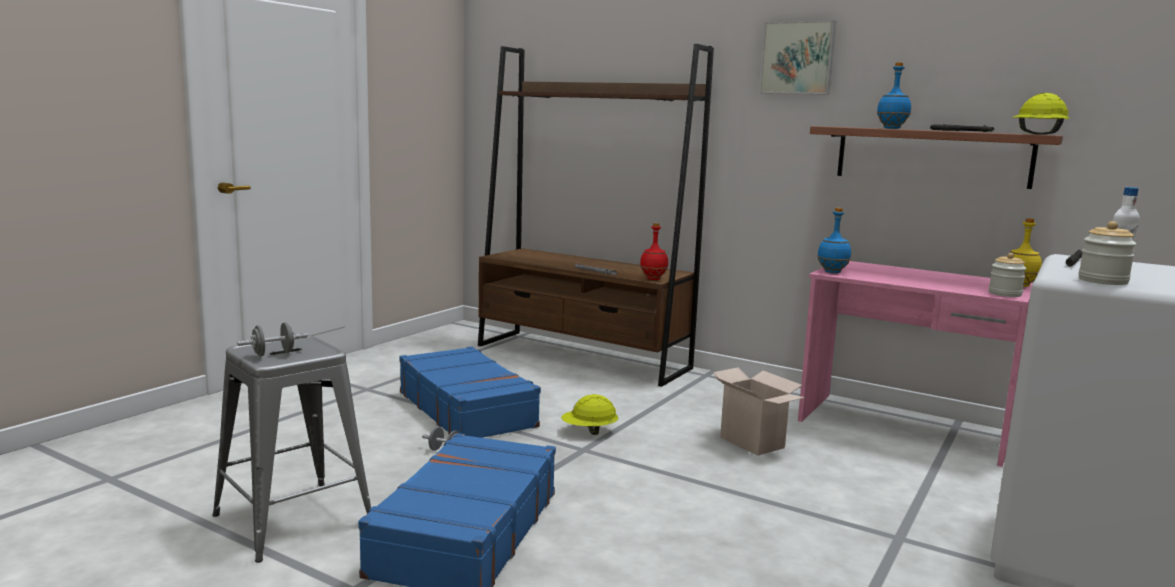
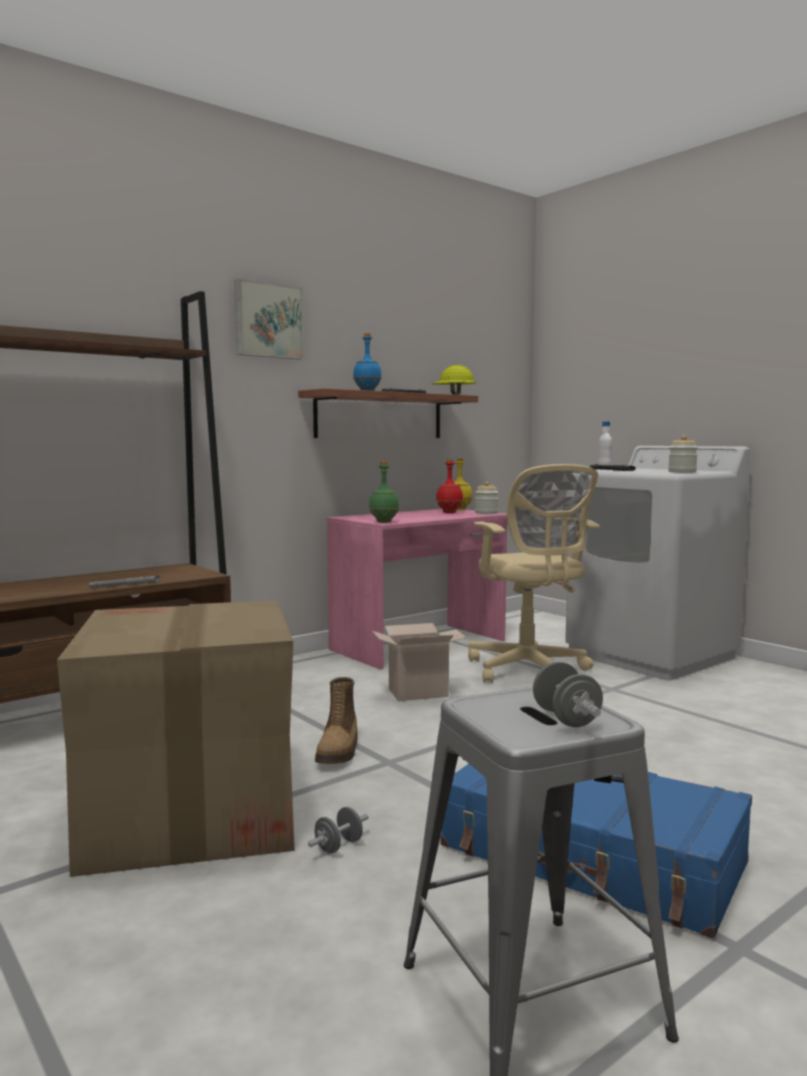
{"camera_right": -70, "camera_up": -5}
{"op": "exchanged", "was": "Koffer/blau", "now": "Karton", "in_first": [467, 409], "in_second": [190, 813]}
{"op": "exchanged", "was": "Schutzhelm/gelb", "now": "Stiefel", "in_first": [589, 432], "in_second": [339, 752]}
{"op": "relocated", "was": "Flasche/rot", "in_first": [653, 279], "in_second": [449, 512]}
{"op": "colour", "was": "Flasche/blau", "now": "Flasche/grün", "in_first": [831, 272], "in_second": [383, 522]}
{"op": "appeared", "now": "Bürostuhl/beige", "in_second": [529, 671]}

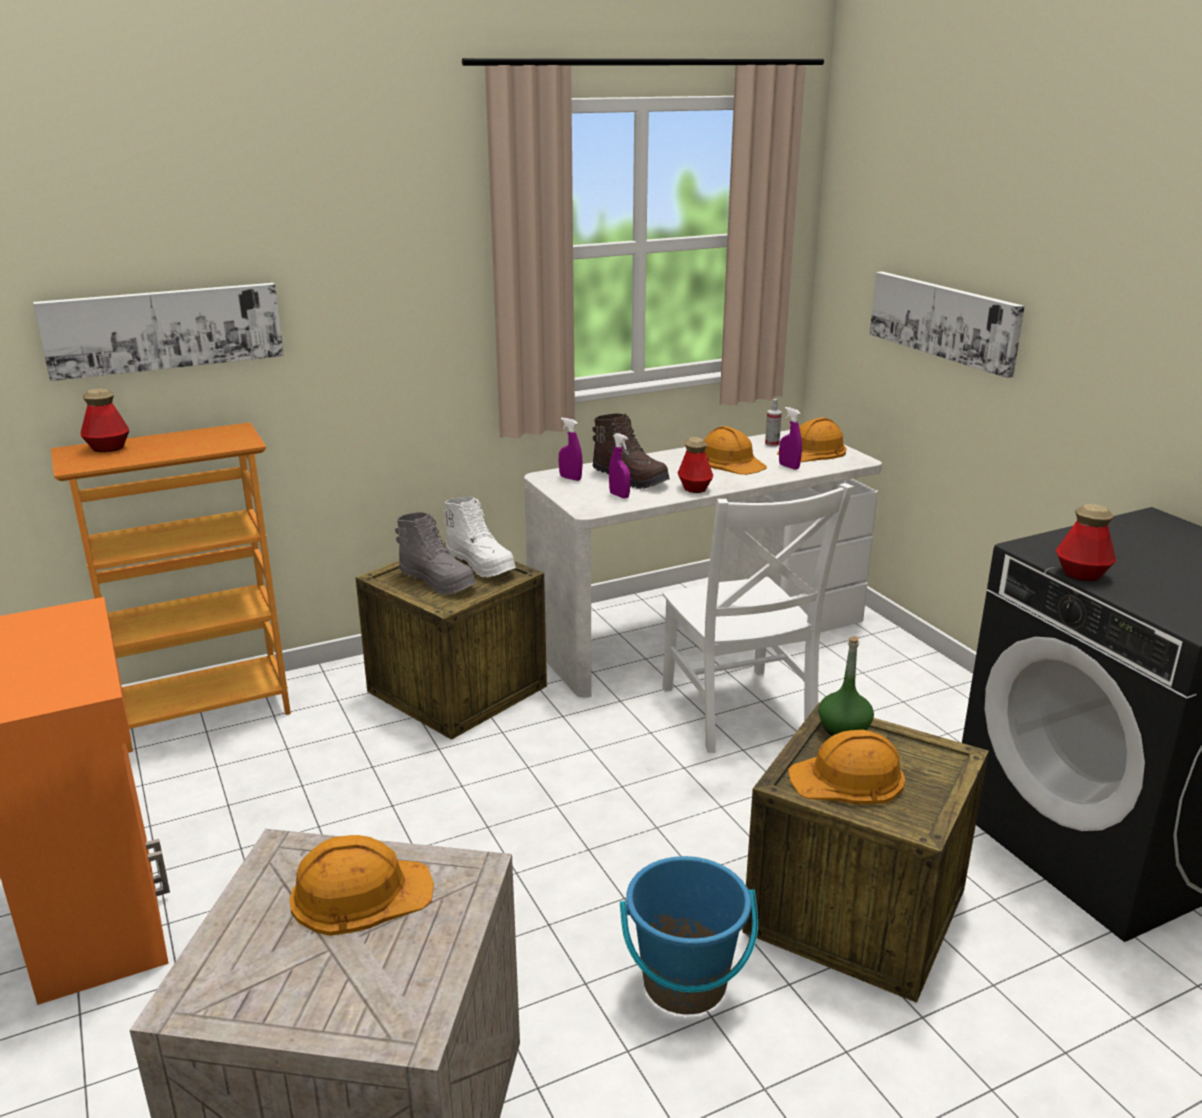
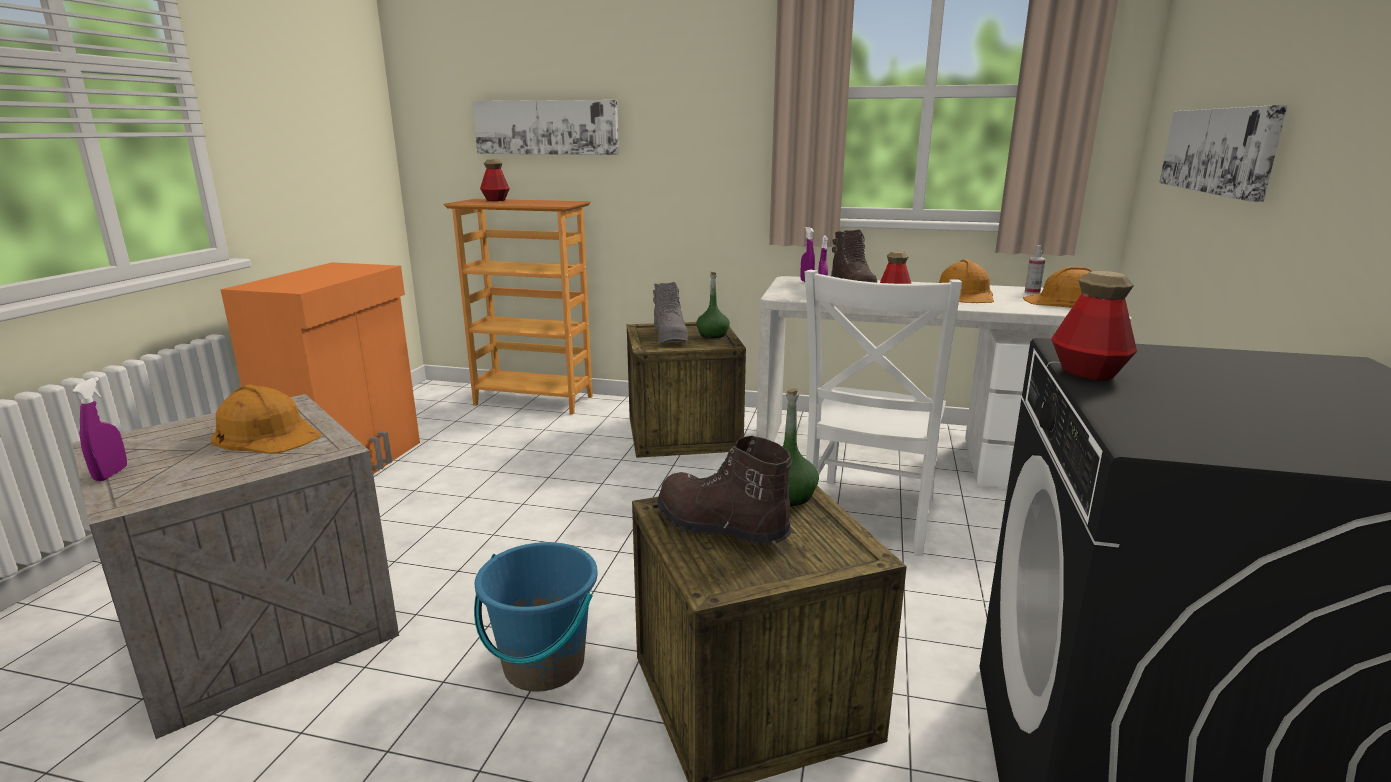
{"camera_right": 40, "camera_up": -5}
{"op": "exchanged", "was": "Stiefel/weiß", "now": "Flasche/grün", "in_first": [481, 564], "in_second": [712, 335]}
{"op": "relocated", "was": "Sprühflasche/lila", "in_first": [789, 467], "in_second": [111, 474]}
{"op": "exchanged", "was": "Schutzhelm/orange", "now": "Stiefel/braun", "in_first": [848, 778], "in_second": [720, 527]}

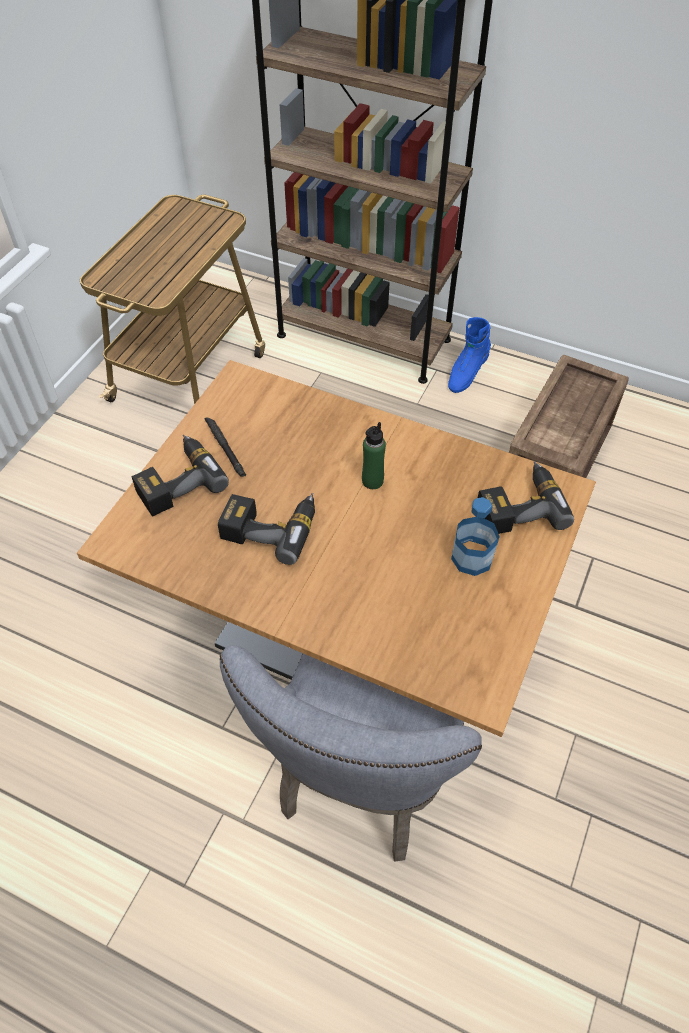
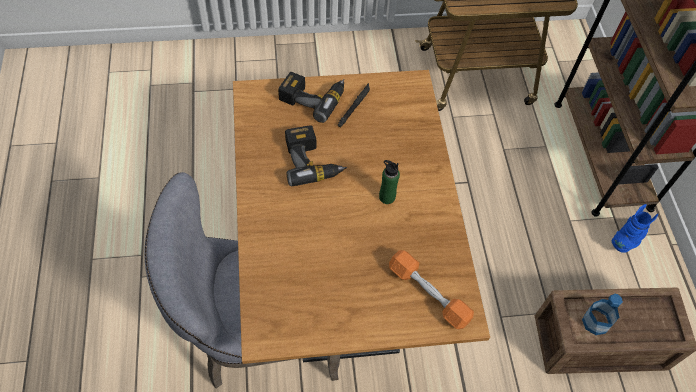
{"camera_right": 55, "camera_up": 5}
{"op": "spun", "was": "Stiefel/blau", "in_first": [466, 374], "in_second": [628, 239], "clockwise": 135}
{"op": "relocated", "was": "Flasche", "in_first": [472, 558], "in_second": [595, 322]}
{"op": "exchanged", "was": "Bohrmaschine", "now": "Hantel/orange", "in_first": [518, 506], "in_second": [428, 294]}

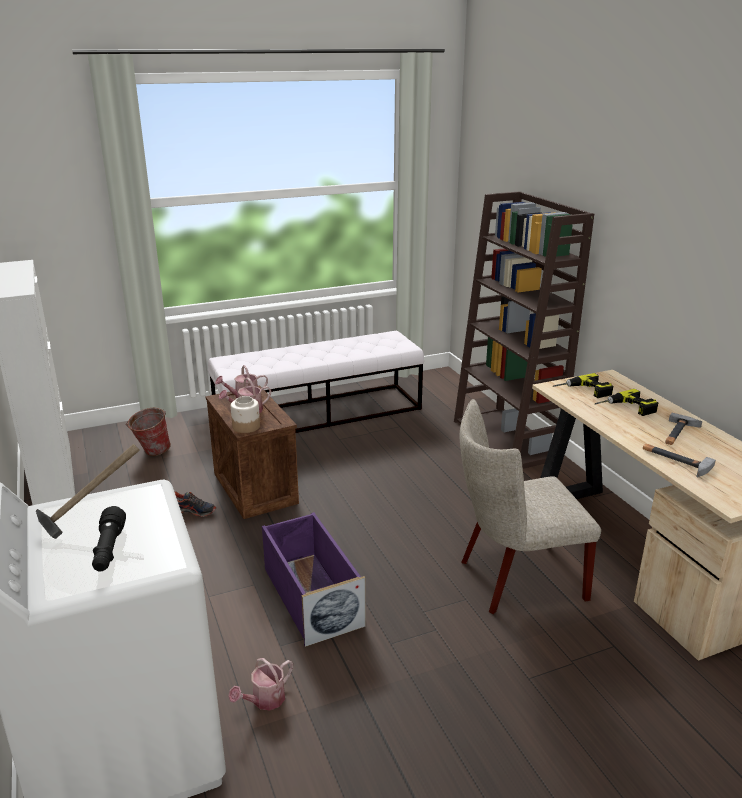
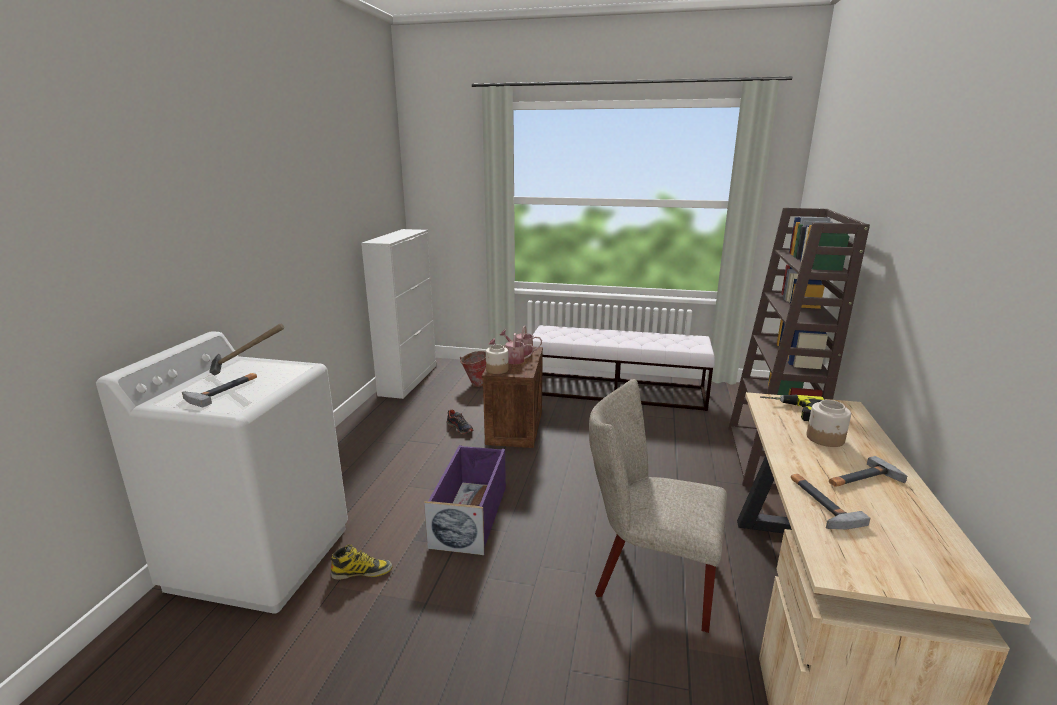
{"camera_right": 35, "camera_up": -5}
{"op": "exchanged", "was": "Taschenlampe/schwarz", "now": "Hammer", "in_first": [109, 550], "in_second": [223, 390]}
{"op": "exchanged", "was": "Gießkanne", "now": "Stiefel", "in_first": [264, 700], "in_second": [362, 572]}
{"op": "exchanged", "was": "Bohrmaschine", "now": "Vorratsglas", "in_first": [626, 409], "in_second": [825, 438]}

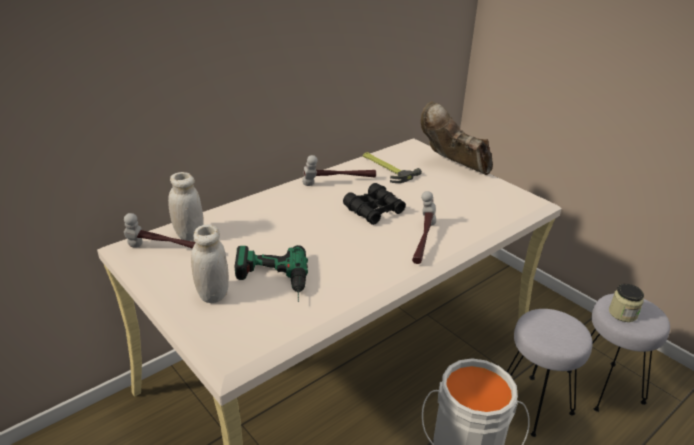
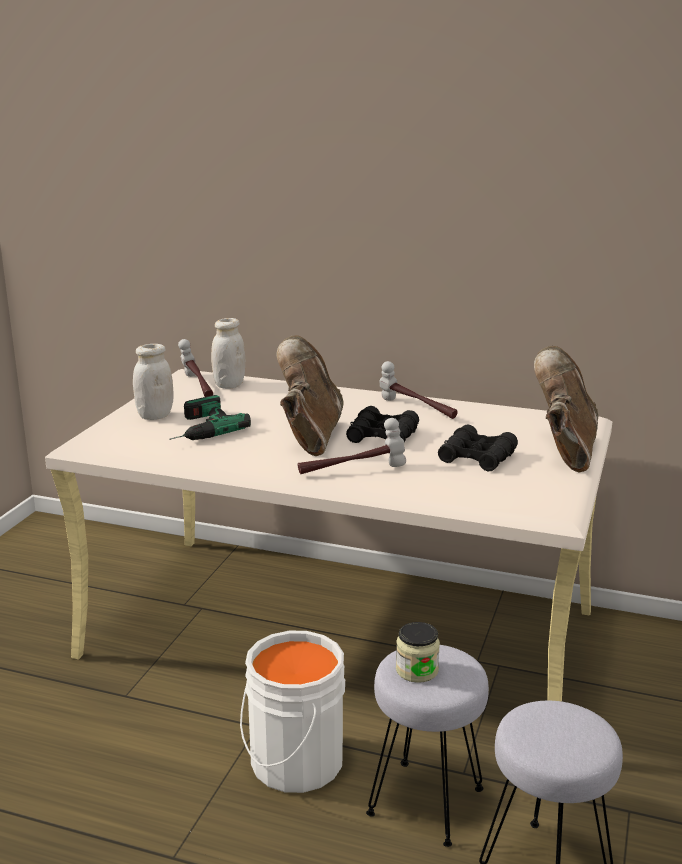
{"camera_right": 60, "camera_up": -10}
{"op": "missing", "was": "Hammer", "in_first": [386, 168]}
{"op": "relocated", "was": "Vorratsglas", "in_first": [622, 313], "in_second": [417, 670]}
{"op": "appeared", "now": "Stiefel/braun", "in_second": [309, 436]}
{"op": "appeared", "now": "Fernglas/schwarz", "in_second": [477, 457]}

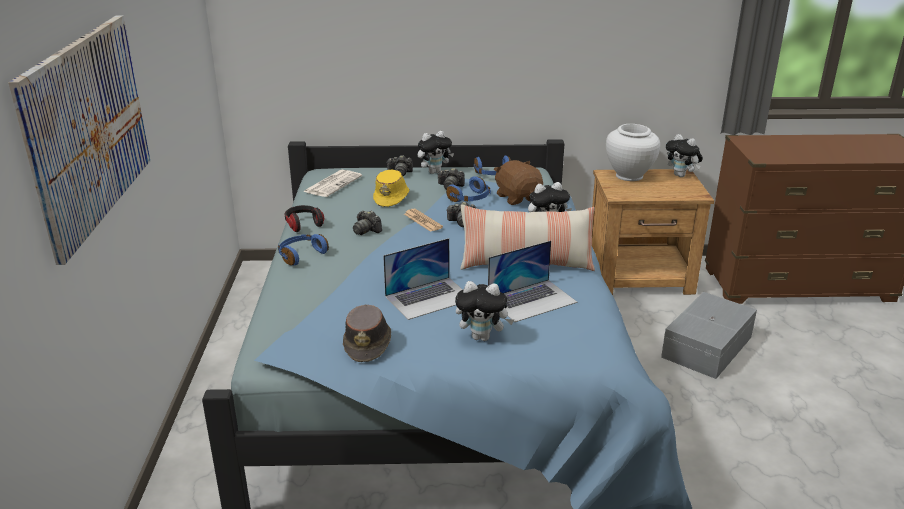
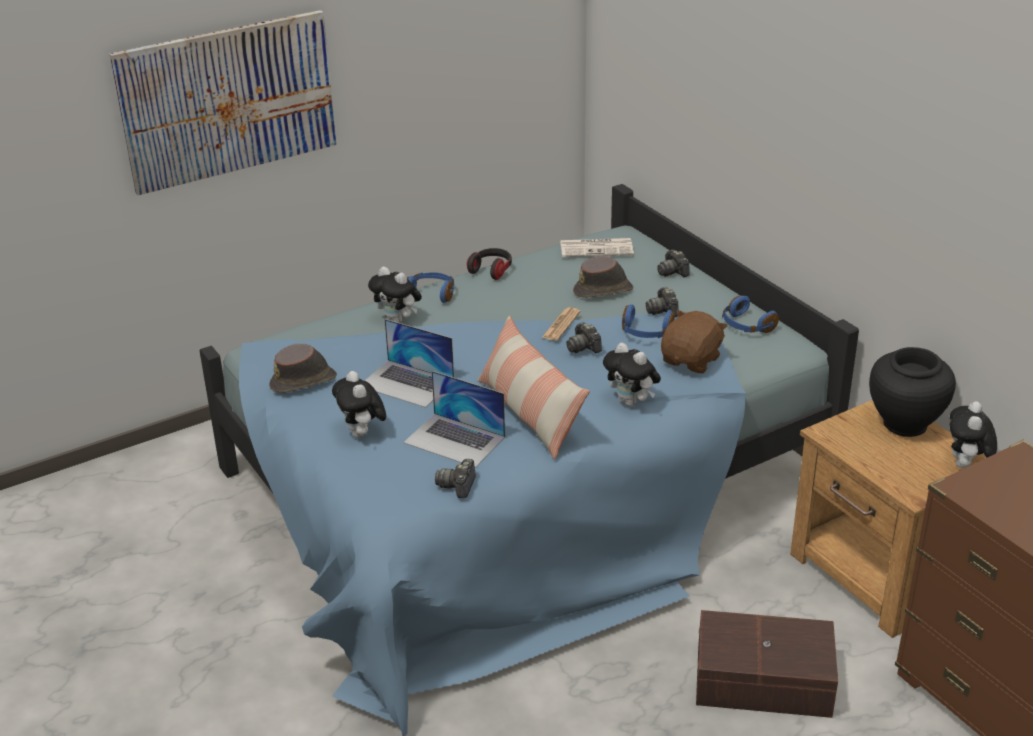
{"camera_right": 60, "camera_up": 5}
{"op": "relocated", "was": "Kamera", "in_first": [366, 230], "in_second": [458, 486]}
{"op": "colour", "was": "Hut/gelb", "now": "Hut/braun", "in_first": [392, 198], "in_second": [603, 290]}
{"op": "relocated", "was": "Plüschtier", "in_first": [434, 172], "in_second": [398, 321]}
{"op": "colour", "was": "Vase/weiß", "now": "Vase/schwarz", "in_first": [629, 176], "in_second": [904, 424]}
{"op": "colour", "was": "Aufbewahrungsbox/grau", "now": "Aufbewahrungsbox/braun", "in_first": [708, 347], "in_second": [764, 682]}

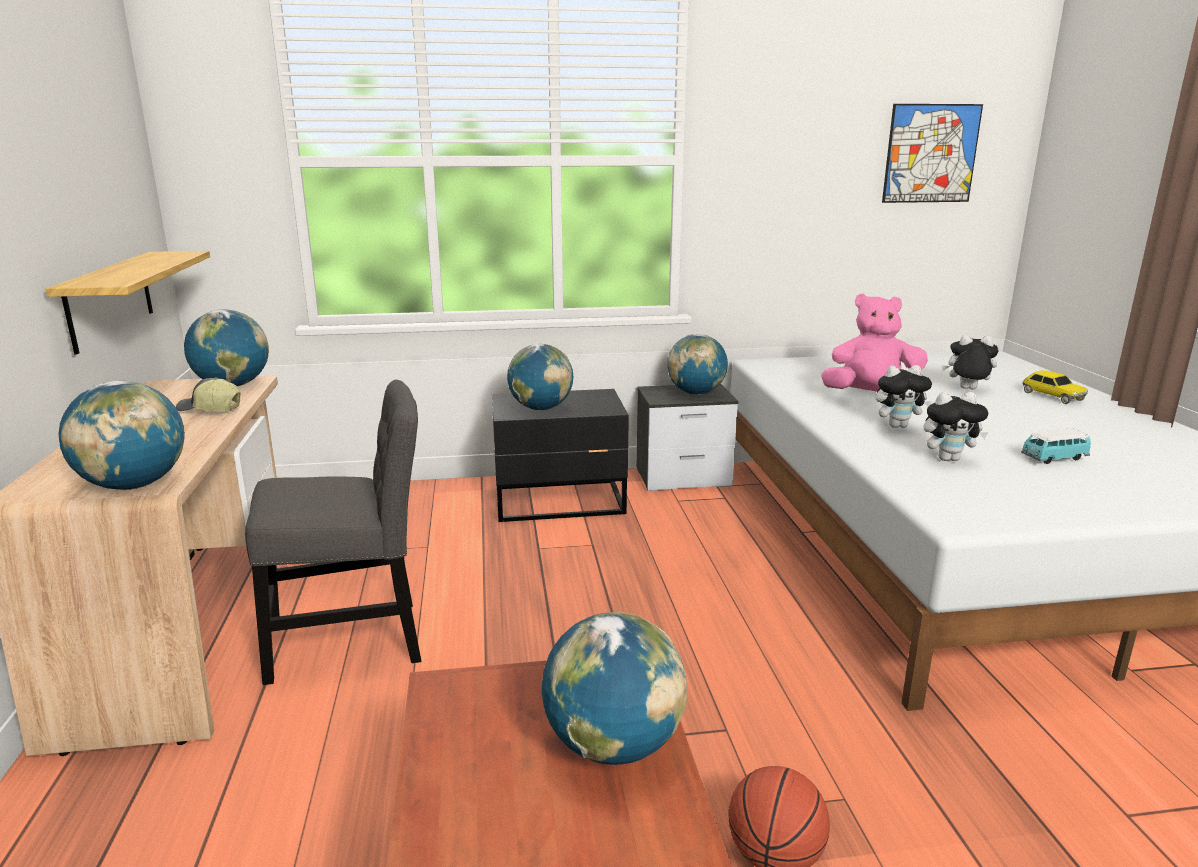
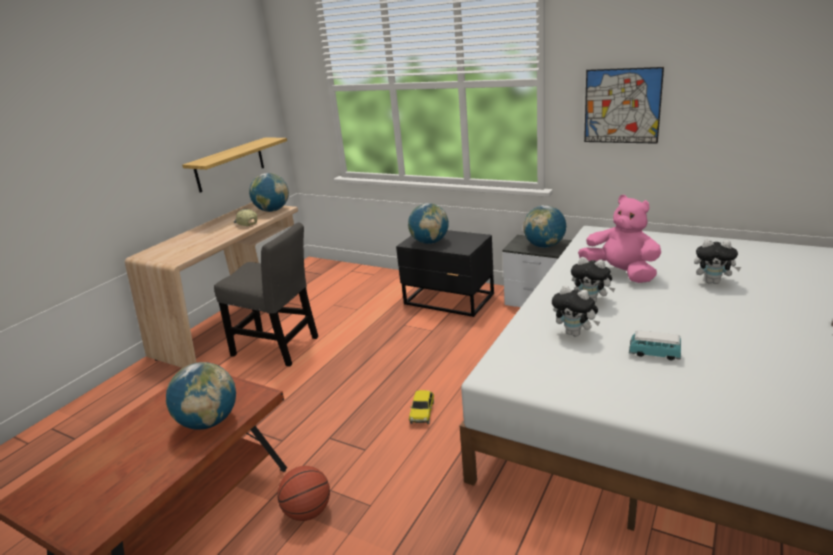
{"camera_right": 40, "camera_up": 5}
{"op": "missing", "was": "Globus", "in_first": [134, 485]}
{"op": "relocated", "was": "Bild", "in_first": [931, 154], "in_second": [622, 106]}
{"op": "spun", "was": "Plüschtier", "in_first": [966, 389], "in_second": [713, 282], "clockwise": 150}
{"op": "relocated", "was": "Spielzeugauto", "in_first": [1052, 396], "in_second": [422, 412]}

